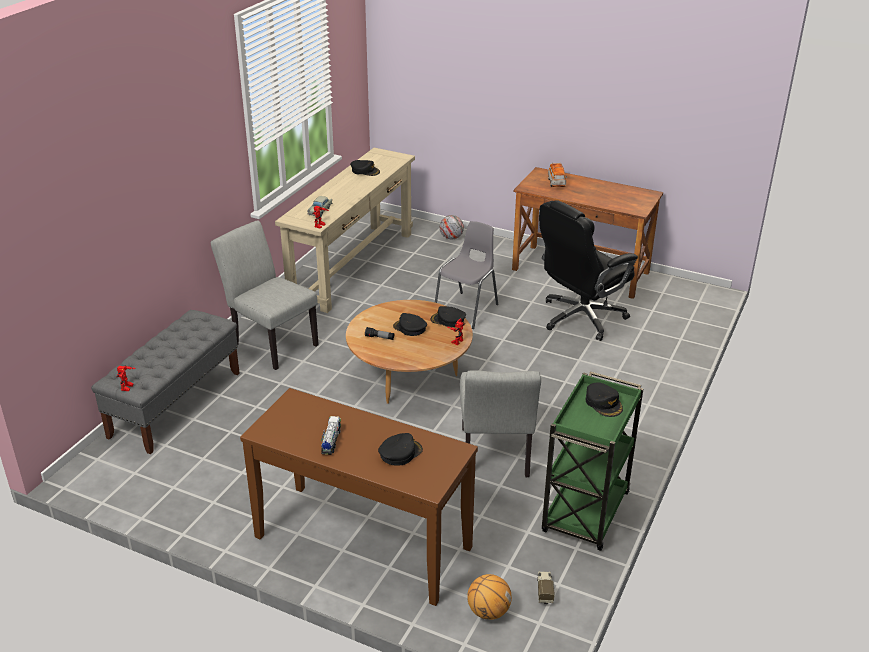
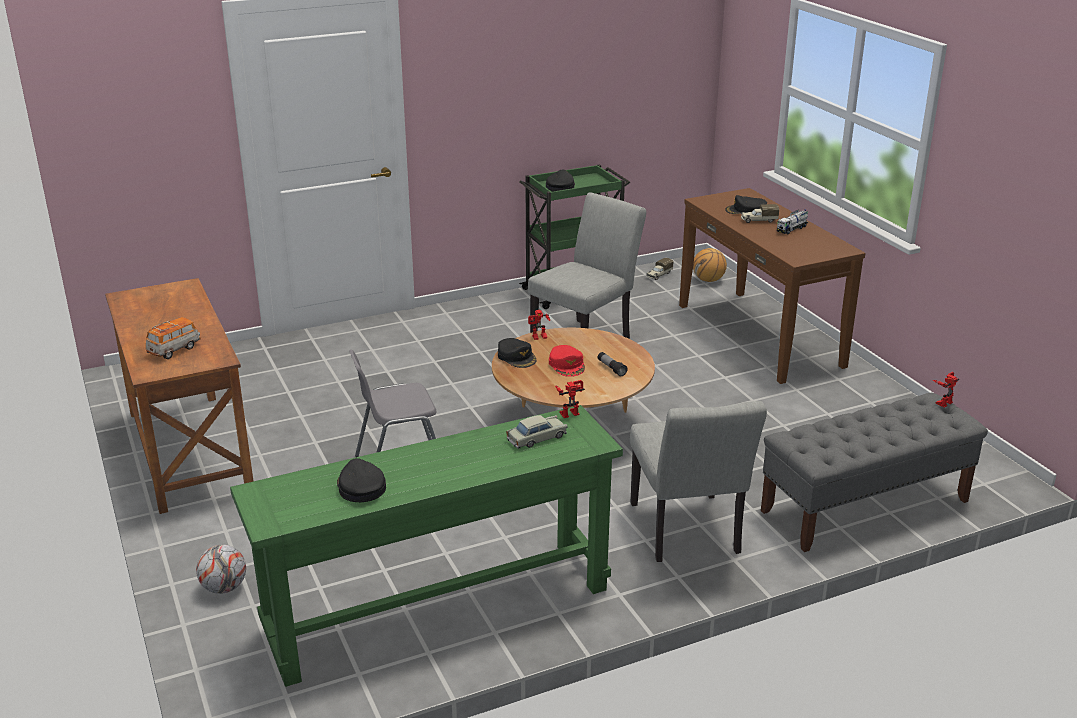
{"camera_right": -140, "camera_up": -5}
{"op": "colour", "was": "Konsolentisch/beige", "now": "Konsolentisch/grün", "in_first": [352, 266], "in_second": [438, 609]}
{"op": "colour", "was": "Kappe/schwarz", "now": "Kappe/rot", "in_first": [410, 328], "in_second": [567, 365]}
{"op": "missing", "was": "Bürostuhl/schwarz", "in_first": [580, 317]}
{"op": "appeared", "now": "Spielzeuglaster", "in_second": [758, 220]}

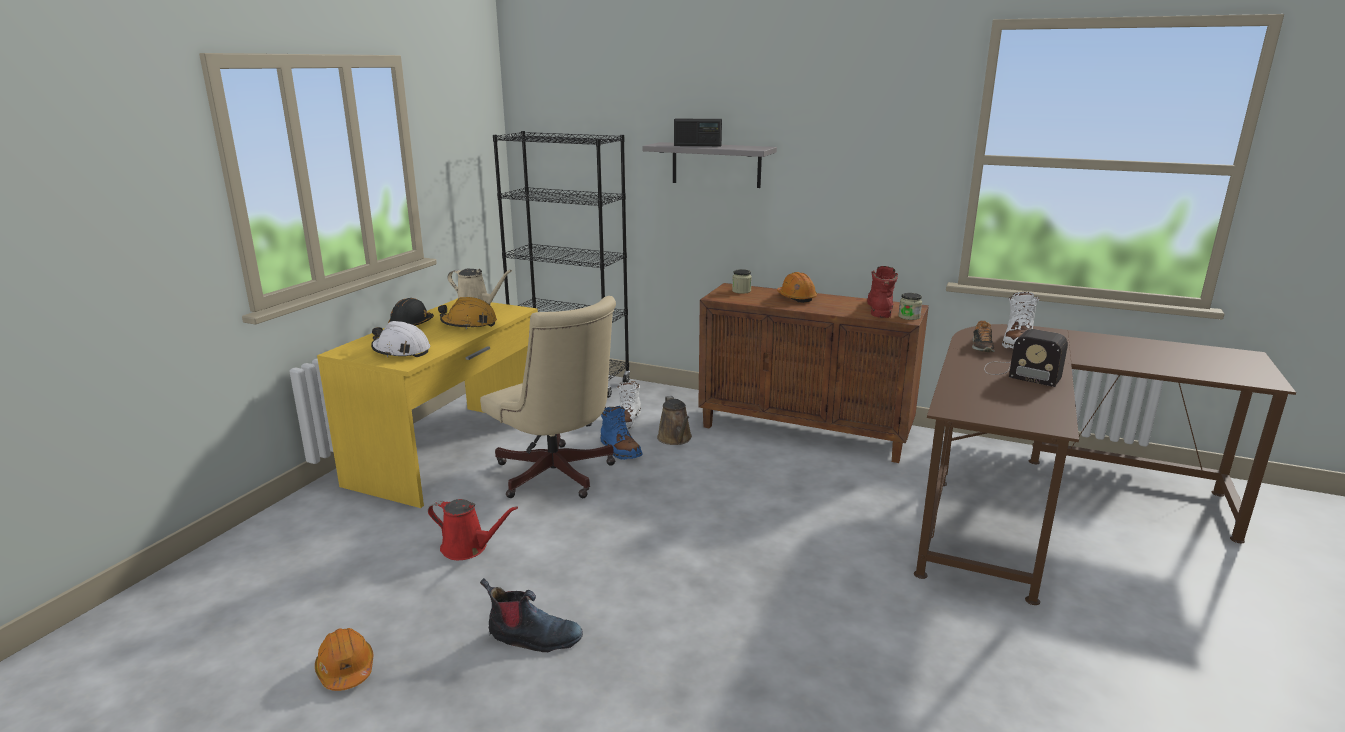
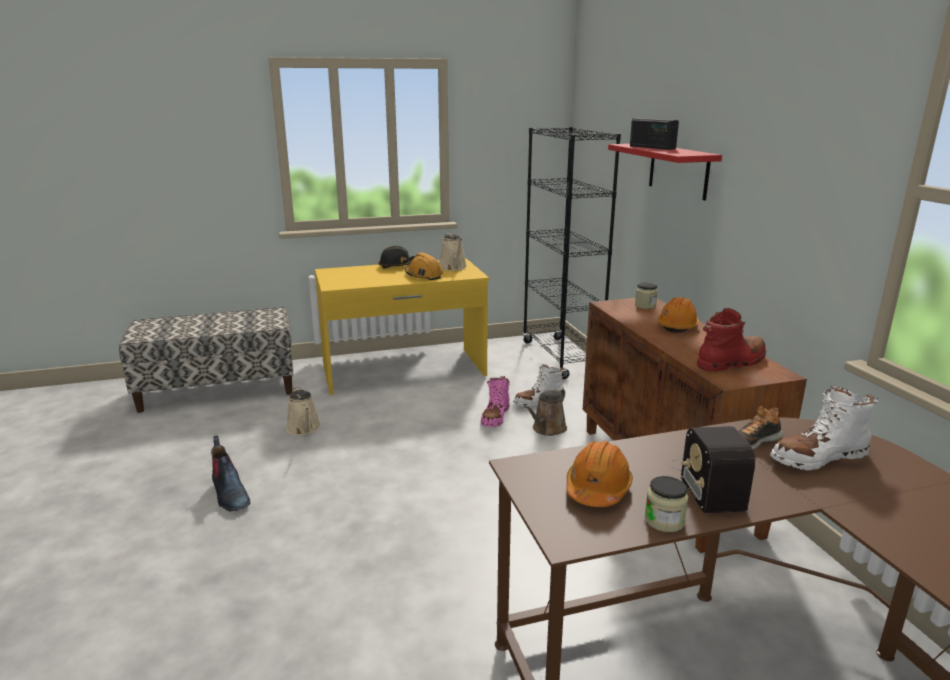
{"camera_right": 50, "camera_up": 0}
{"op": "relocated", "was": "Schutzhelm/orange", "in_first": [346, 669], "in_second": [597, 489]}
{"op": "missing", "was": "Schutzhelm/weiß", "in_first": [401, 351]}
{"op": "colour", "was": "Gießkanne/rot", "now": "Gießkanne/beige", "in_first": [468, 548], "in_second": [304, 428]}
{"op": "missing", "was": "Bürostuhl/beige", "in_first": [557, 477]}
{"op": "colour", "was": "Stiefel/blau", "now": "Stiefel/rosa", "in_first": [620, 449], "in_second": [495, 417]}
{"op": "colour", "was": "Wandregal/grau", "now": "Wandregal/rot", "in_first": [716, 165], "in_second": [678, 170]}
{"op": "relocated", "was": "Vorratsglas", "in_first": [909, 317], "in_second": [664, 521]}
{"op": "appeared", "now": "Bank", "in_second": [219, 390]}

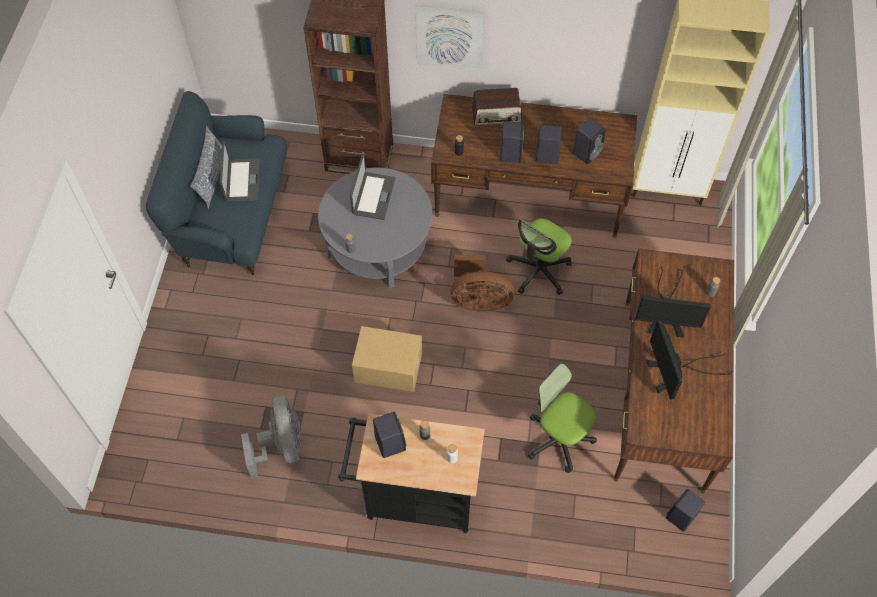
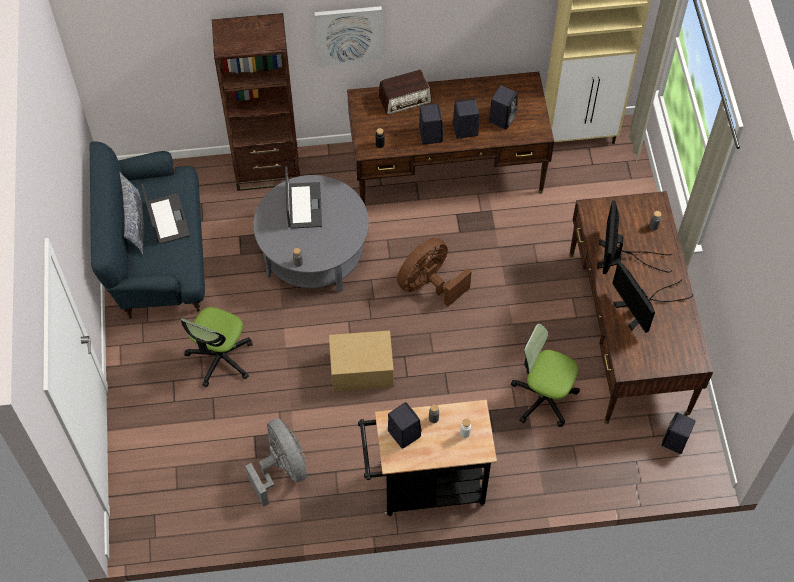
{"camera_right": -15, "camera_up": 0}
{"op": "spun", "was": "Ventilator/braun", "in_first": [478, 300], "in_second": [429, 284], "clockwise": 150}
{"op": "relocated", "was": "Bürostuhl", "in_first": [539, 271], "in_second": [220, 358]}
{"op": "spun", "was": "Monitor", "in_first": [666, 315], "in_second": [619, 257], "clockwise": 105}

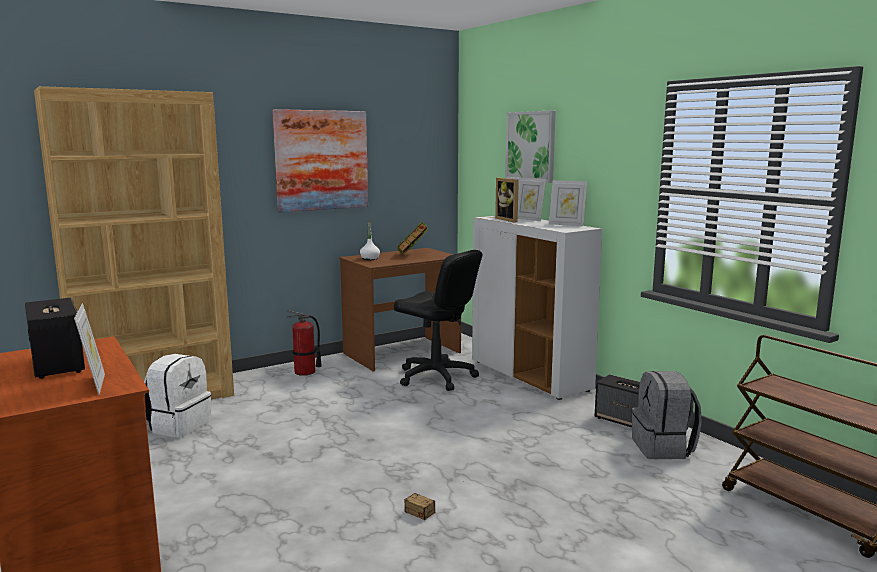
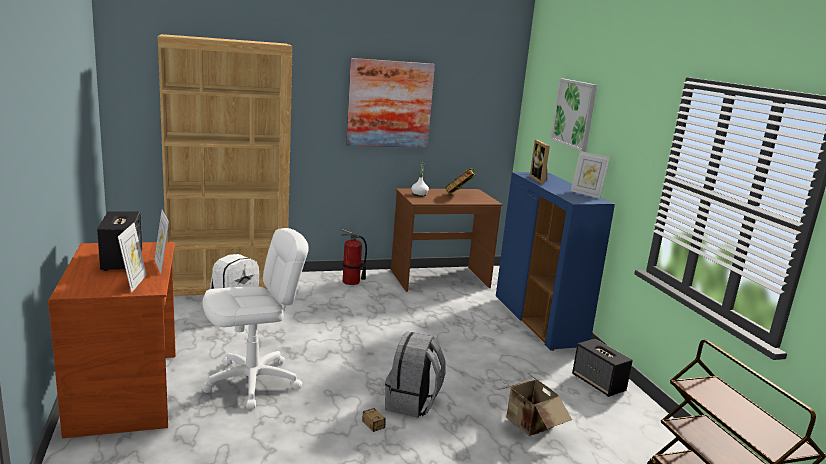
{"camera_right": 15, "camera_up": 5}
{"op": "missing", "was": "Bürostuhl/schwarz", "in_first": [436, 377]}
{"op": "colour", "was": "Schrank/weiß", "now": "Schrank/blau", "in_first": [530, 376], "in_second": [539, 322]}
{"op": "relocated", "was": "Bilderrahmen", "in_first": [529, 219], "in_second": [162, 266]}
{"op": "relocated", "was": "Rucksack/grau", "in_first": [663, 448], "in_second": [412, 403]}
{"op": "appeared", "now": "Bürostuhl/weiß", "in_second": [253, 382]}
{"op": "appeared", "now": "Karton", "in_second": [527, 425]}

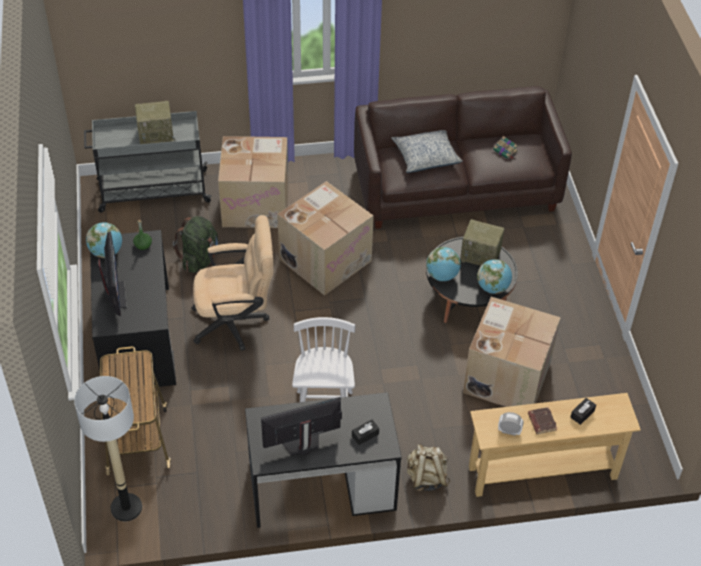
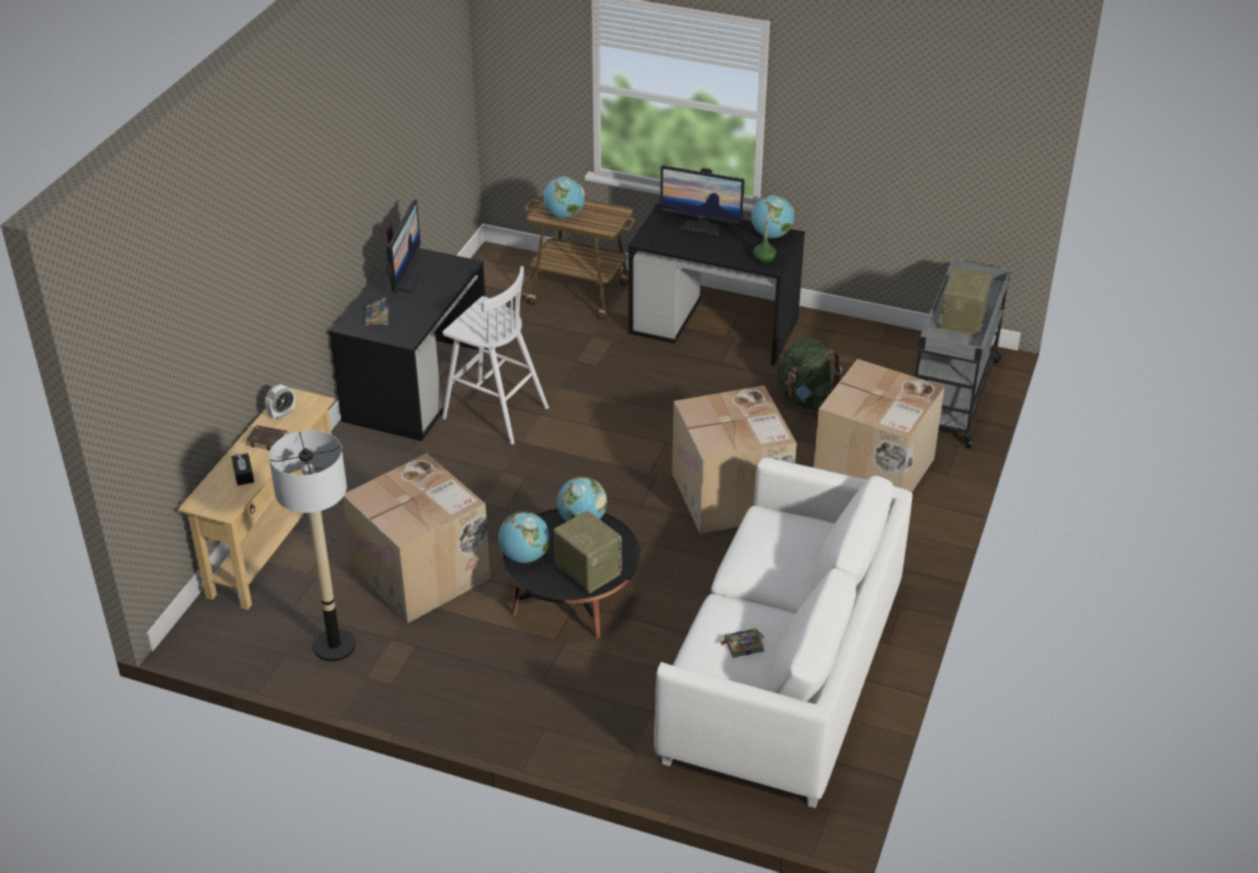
{"camera_right": 120, "camera_up": -10}
{"op": "relocated", "was": "Stehlampe", "in_first": [126, 507], "in_second": [335, 646]}
{"op": "missing", "was": "Bürostuhl/beige", "in_first": [236, 322]}
{"op": "exchanged", "was": "Taschentuchbox/schwarz", "now": "Buch", "in_first": [365, 435], "in_second": [377, 318]}
{"op": "colour", "was": "Sofa/braun", "now": "Sofa/weiß", "in_first": [456, 188], "in_second": [783, 674]}
{"op": "missing", "was": "Kissen", "in_first": [426, 157]}
{"op": "missing", "was": "Rucksack/beige", "in_first": [426, 478]}
{"op": "spun", "was": "Radio", "in_first": [481, 256], "in_second": [586, 570], "clockwise": 90}
{"op": "appeared", "now": "Globus", "in_second": [564, 216]}

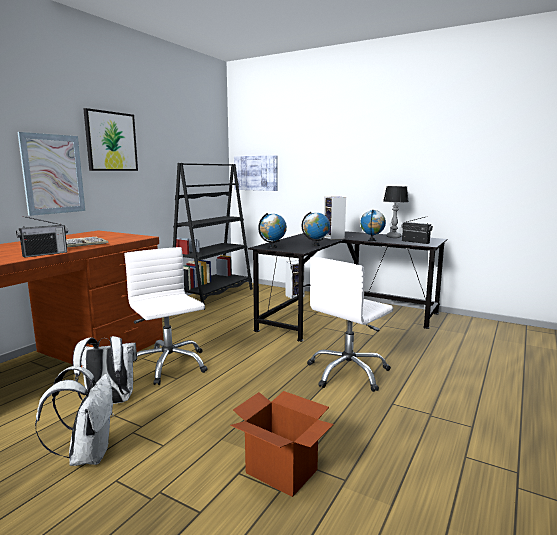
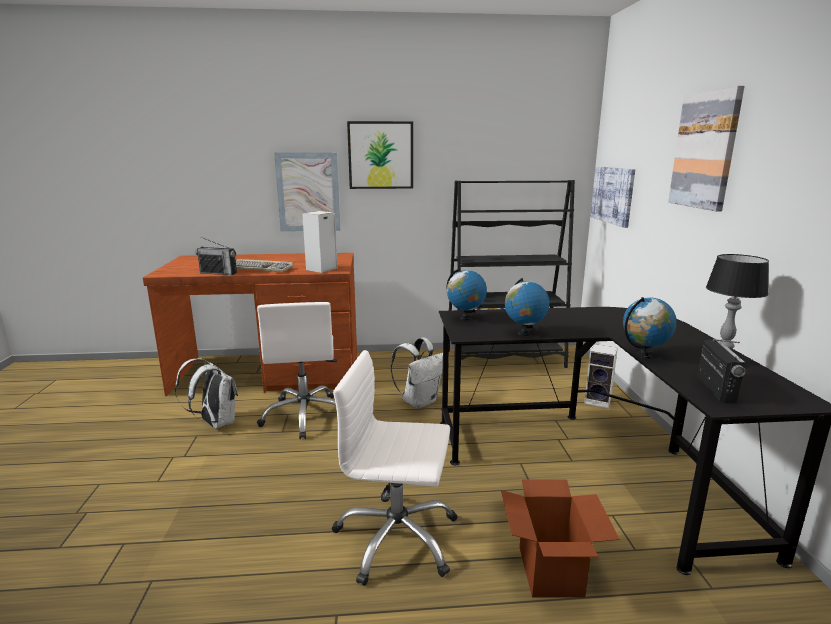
{"camera_right": 55, "camera_up": 5}
{"op": "relocated", "was": "Rucksack/weiß", "in_first": [88, 454], "in_second": [420, 401]}
{"op": "spun", "was": "Bürostuhl/weiß", "in_first": [168, 365], "in_second": [305, 415], "clockwise": 150}
{"op": "relocated", "was": "Karton", "in_first": [282, 471], "in_second": [550, 571]}
{"op": "relocated", "was": "Lautsprecher", "in_first": [334, 238], "in_second": [321, 269]}
{"op": "appeared", "now": "Bild", "in_second": [705, 150]}

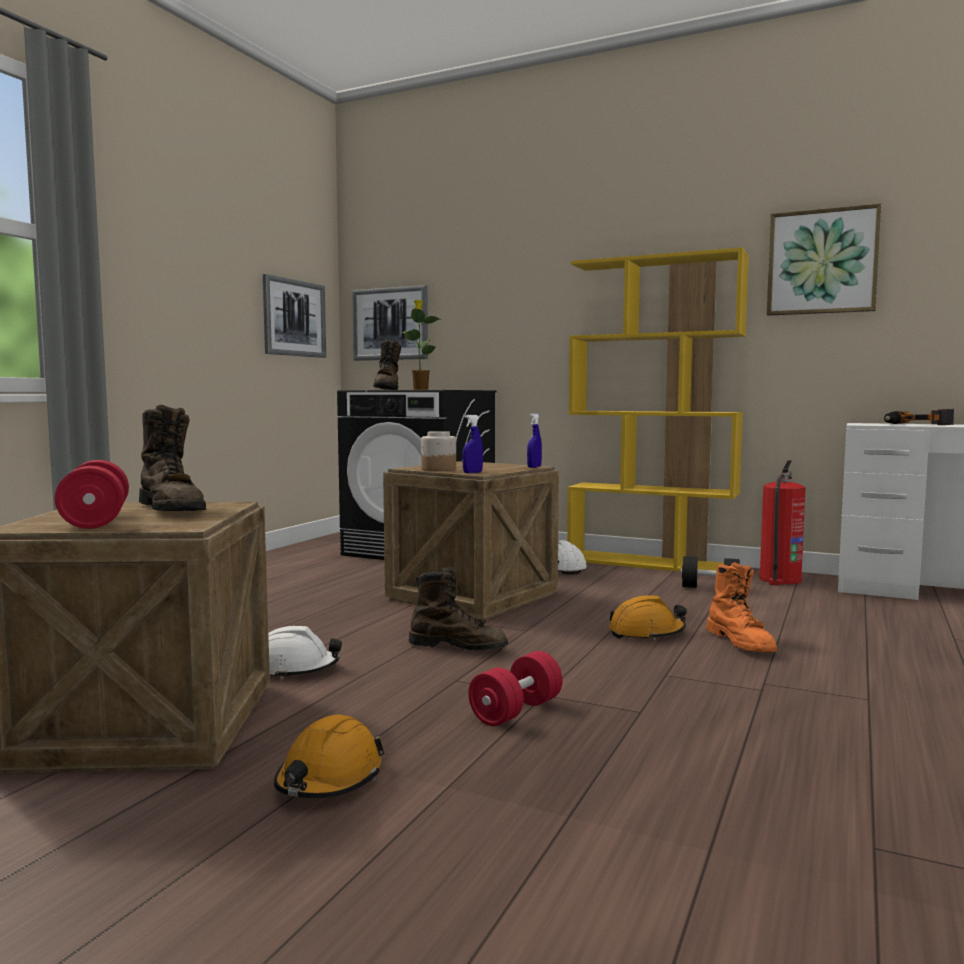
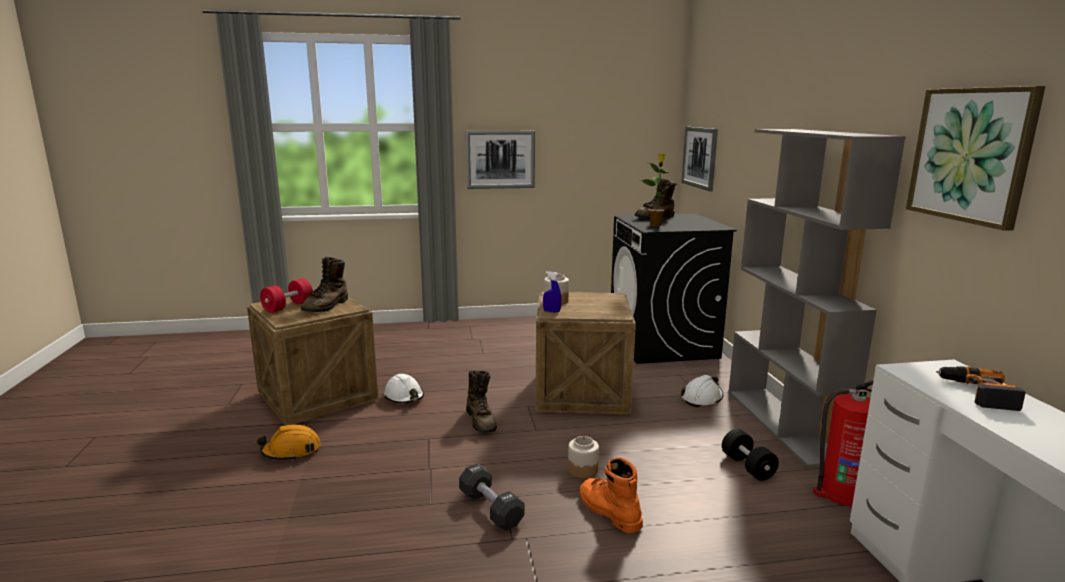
{"camera_right": 55, "camera_up": 10}
{"op": "relocated", "was": "Bild", "in_first": [294, 318], "in_second": [500, 159]}
{"op": "missing", "was": "Hantel/rot", "in_first": [516, 711]}
{"op": "missing", "was": "Sprühflasche/blau", "in_first": [534, 467]}
{"op": "colour", "was": "Bücherregal/gelb", "now": "Bücherregal/grau", "in_first": [651, 563], "in_second": [784, 424]}
{"op": "exchanged", "was": "Schutzhelm/orange", "now": "Vorratsglas", "in_first": [646, 633], "in_second": [582, 470]}
{"op": "spun", "was": "Stiefel/orange", "in_first": [741, 643], "in_second": [608, 511], "clockwise": 105}
{"op": "appeared", "now": "Hantel/schwarz", "in_second": [491, 509]}

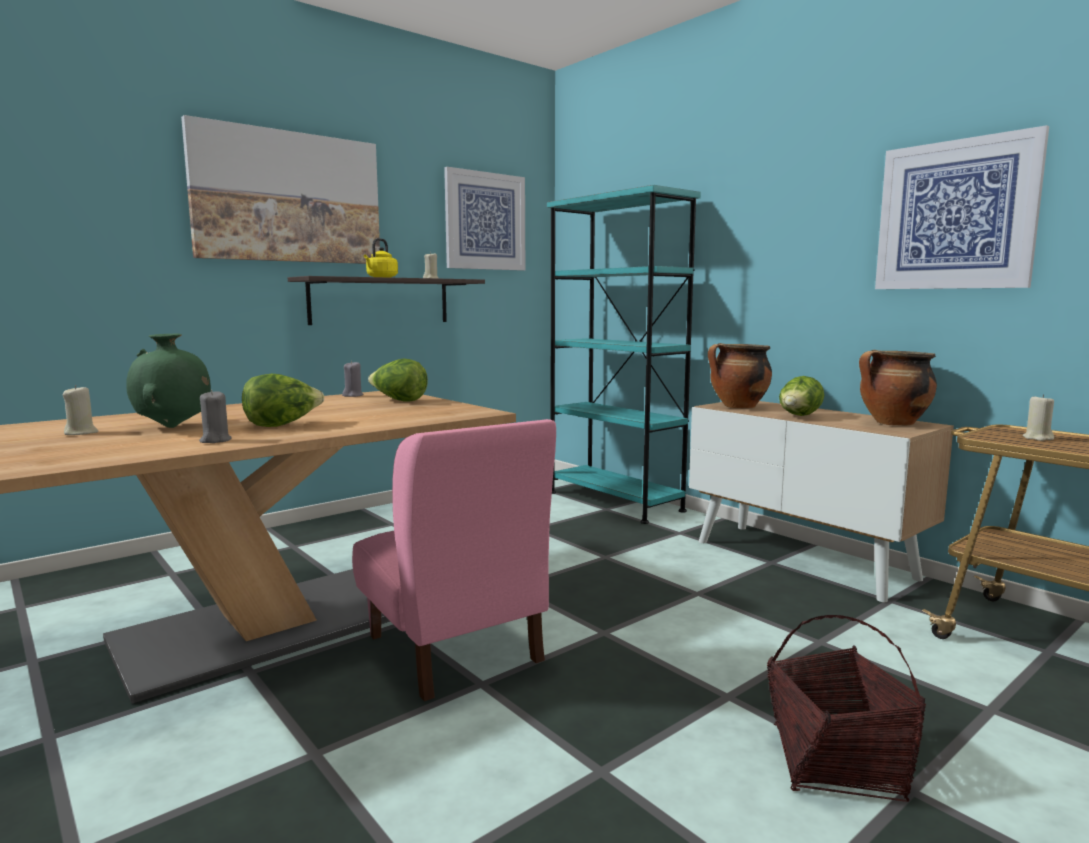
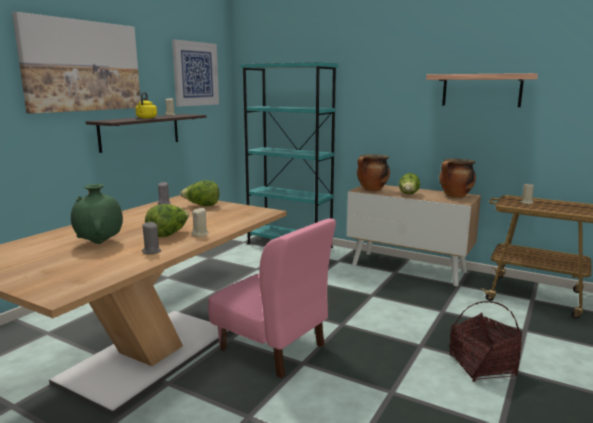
{"camera_right": -20, "camera_up": 5}
{"op": "relocated", "was": "Kerze/beige", "in_first": [81, 433], "in_second": [200, 234]}
{"op": "exchanged", "was": "Bild", "now": "Wandregal", "in_first": [955, 215], "in_second": [481, 90]}

